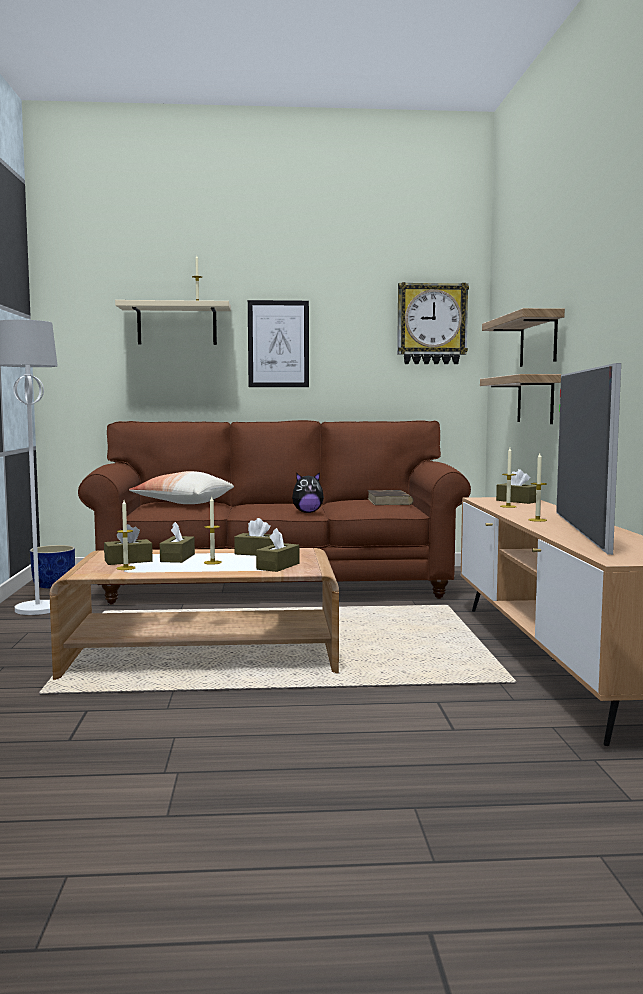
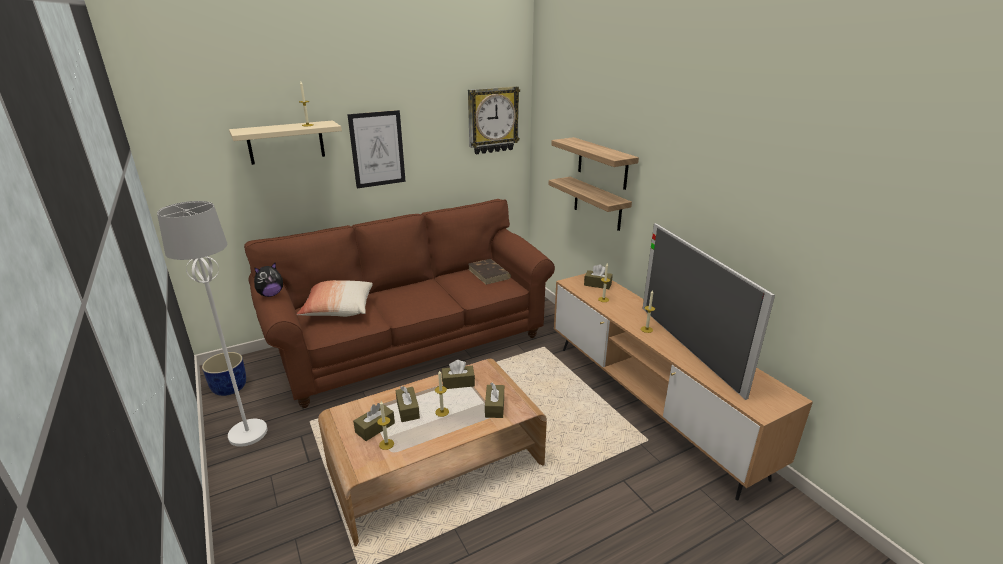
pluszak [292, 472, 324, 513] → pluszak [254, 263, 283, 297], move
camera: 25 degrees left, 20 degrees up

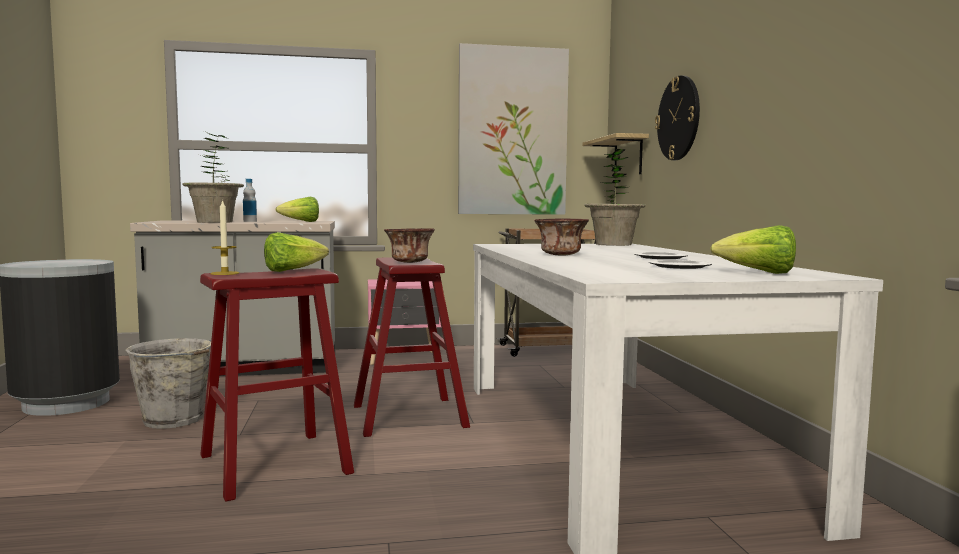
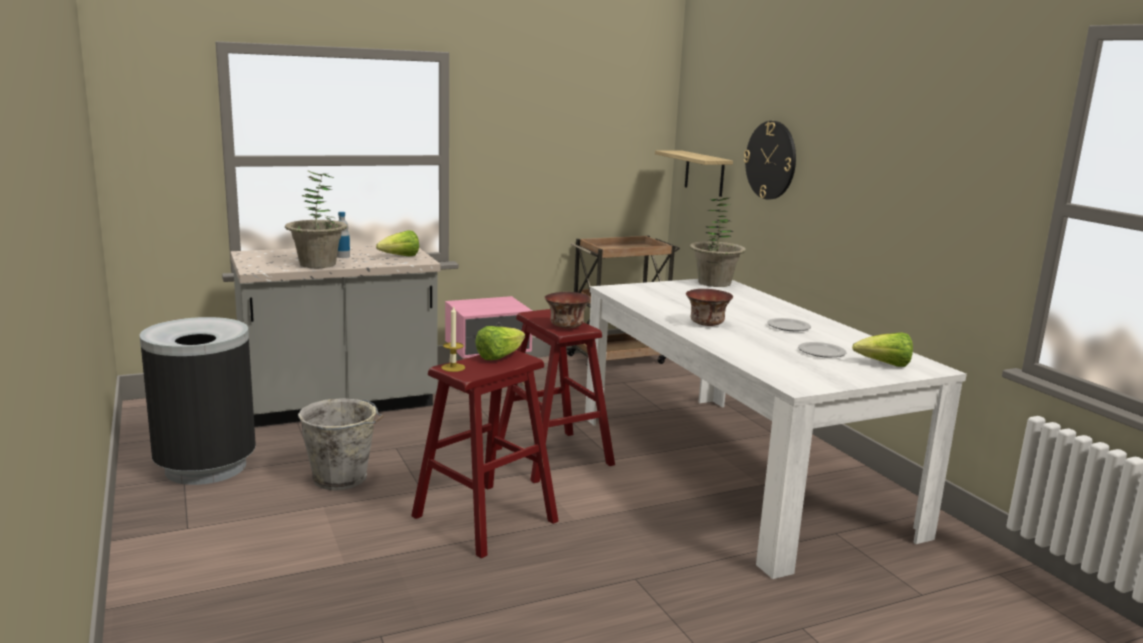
obraz [458, 43, 569, 215] → -
camera: 15 degrees left, 10 degrees up

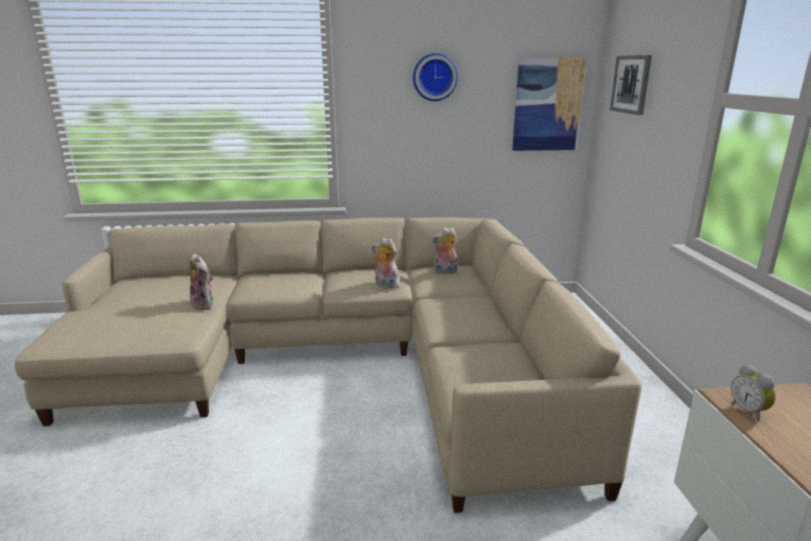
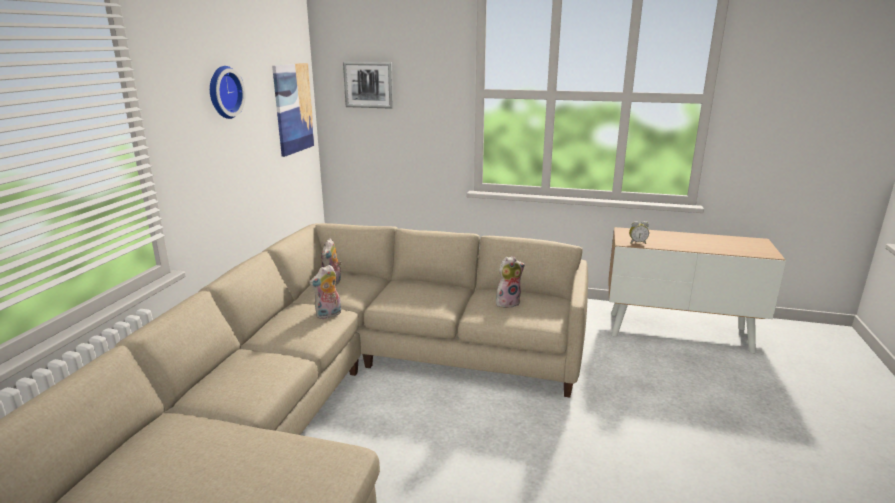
pluszak [189, 253, 213, 310] → pluszak [496, 256, 525, 308], move
camera: 70 degrees left, 0 degrees up

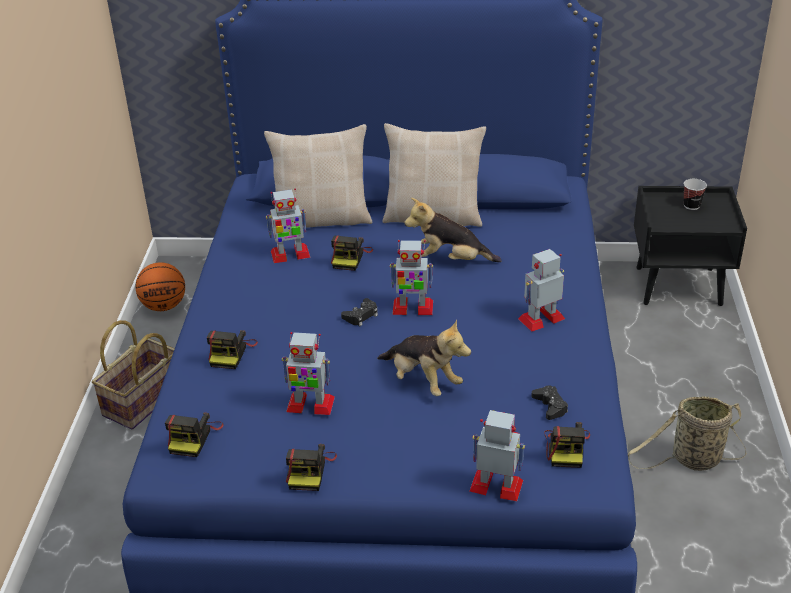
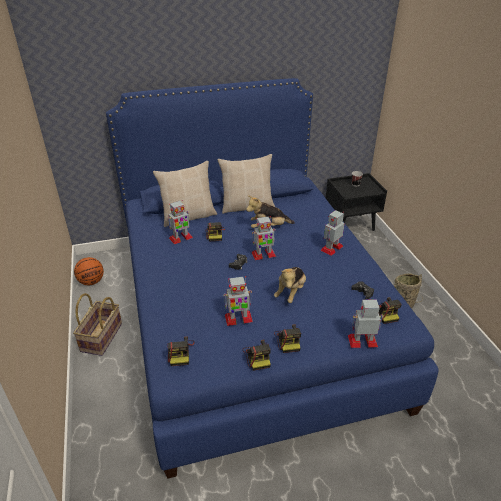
pluszak [377, 319, 471, 396] → pluszak [274, 267, 306, 303], 90 degrees clockwise
aparat fotograficzny [207, 330, 258, 369] → aparat fotograficzny [274, 324, 301, 353], move
camera: 20 degrees left, 0 degrees up

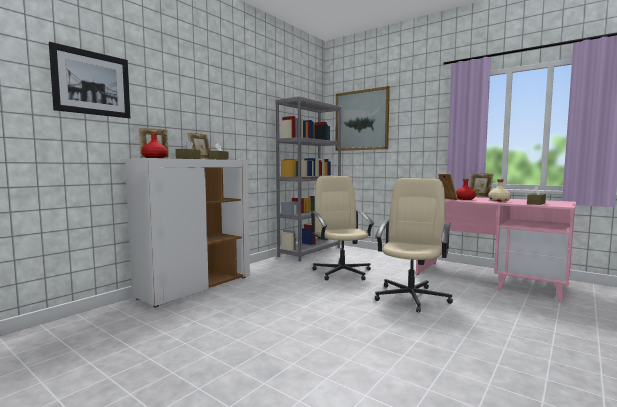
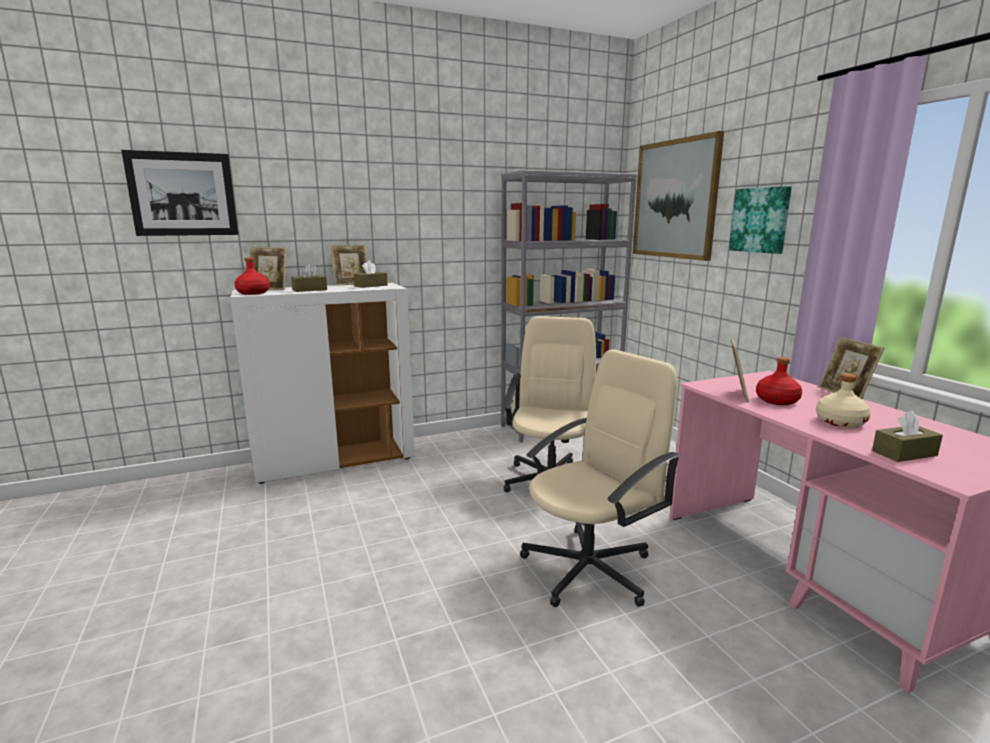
- → obraz [729, 186, 792, 254]
camera: 30 degrees right, 10 degrees up

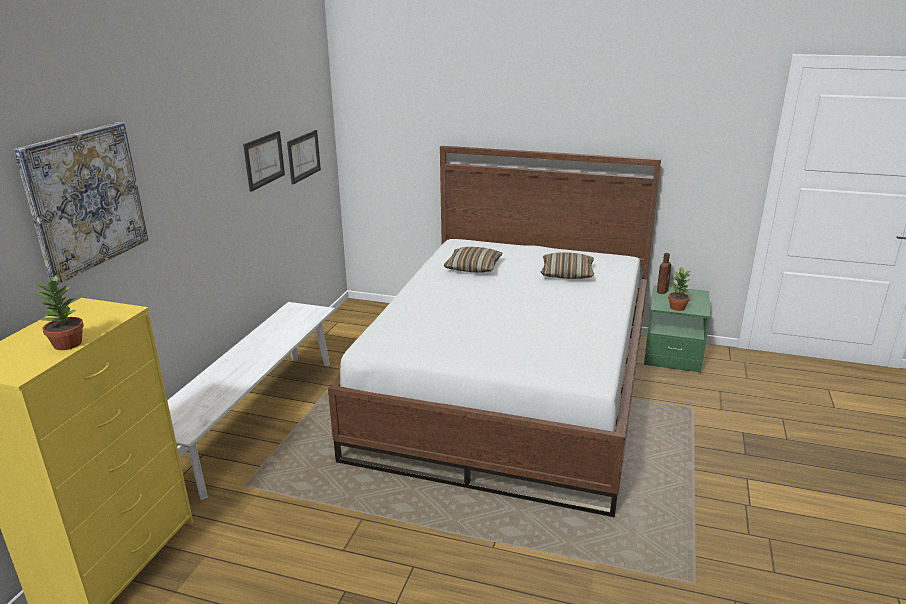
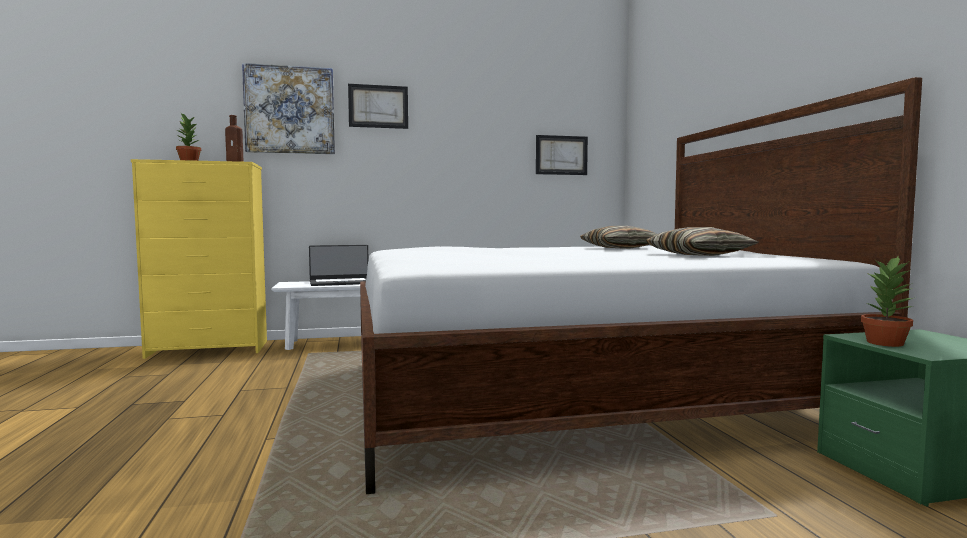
obraz [243, 131, 285, 192] → obraz [348, 84, 408, 129], move
butelka [brązowy] [657, 253, 671, 294] → butelka [brązowy] [225, 115, 243, 162], move
- → laptop [309, 245, 368, 286]
camera: 60 degrees right, 20 degrees down

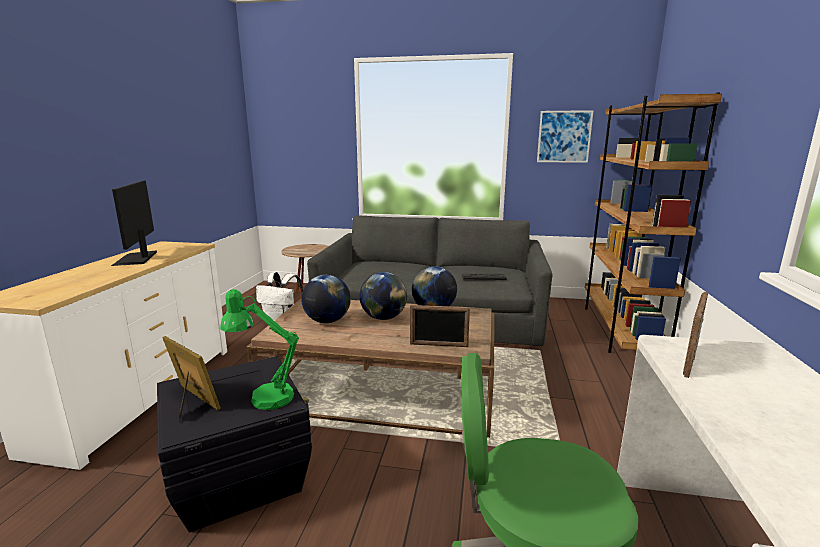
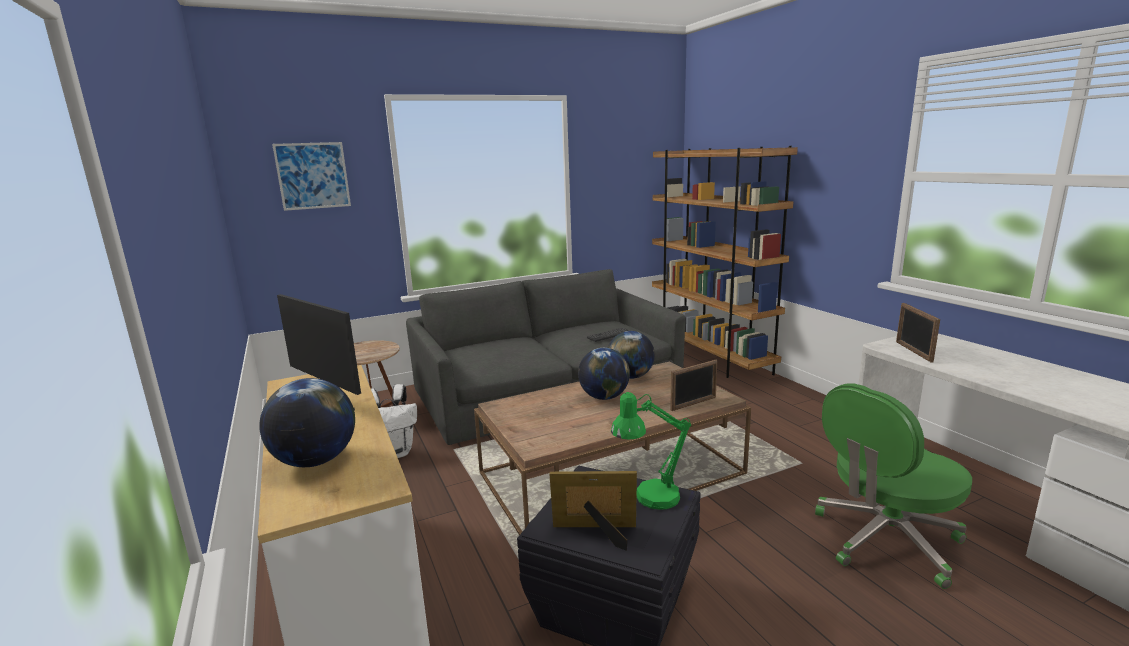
obraz [537, 110, 594, 163] → obraz [272, 142, 351, 211], move
globus [301, 275, 351, 323] → globus [259, 378, 355, 467], move
camera: 35 degrees left, 0 degrees up

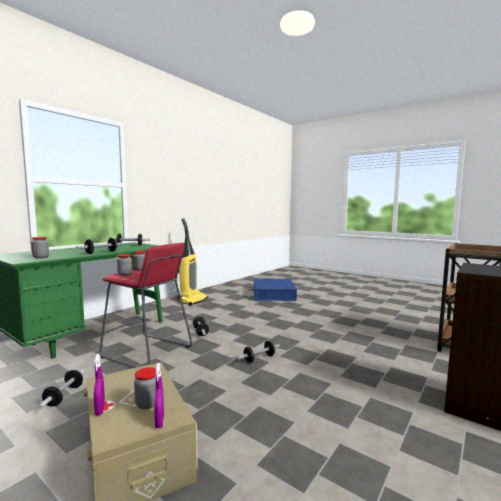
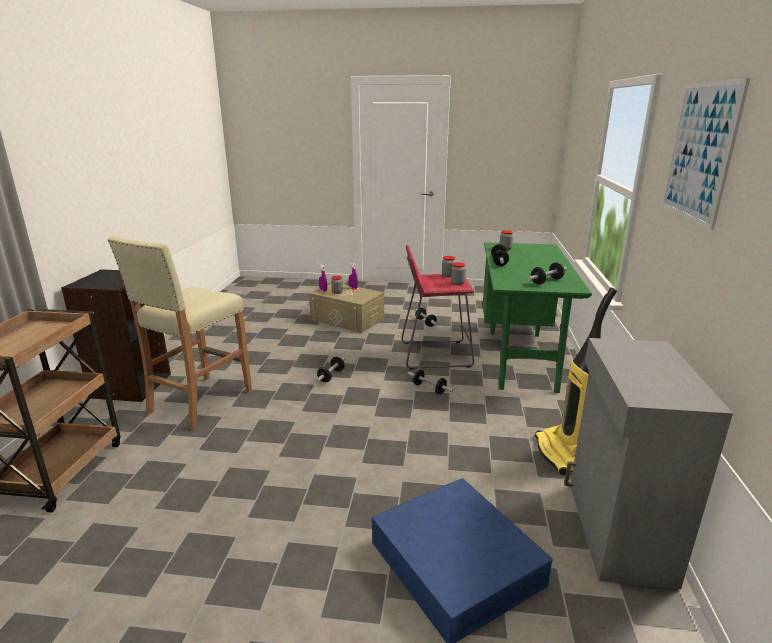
- → obraz [661, 78, 750, 230]
- → stołek [beżowy] [107, 236, 252, 430]
- → szafka [szary] [564, 338, 733, 589]
camera: 150 degrees right, 15 degrees up

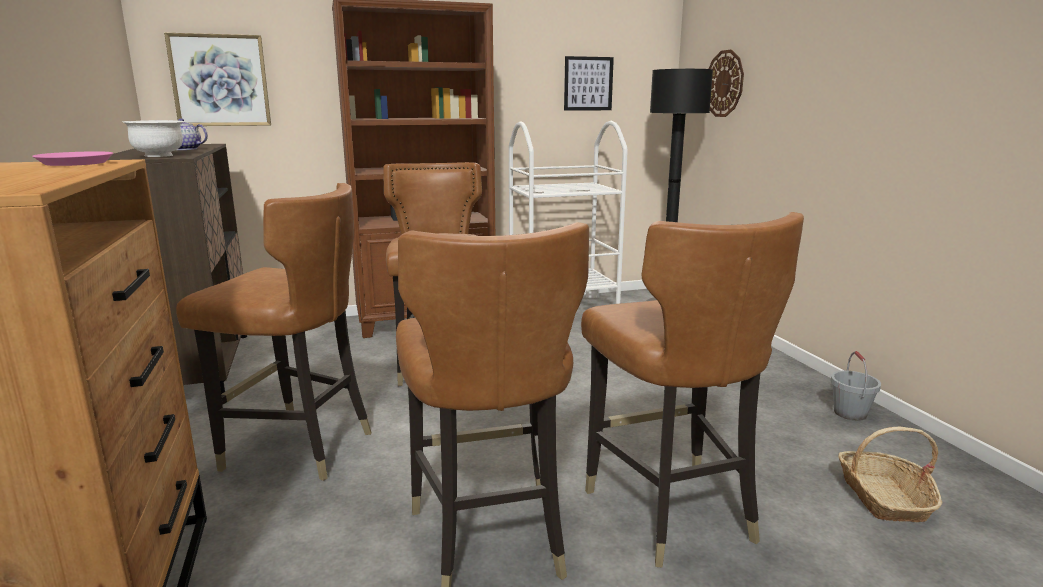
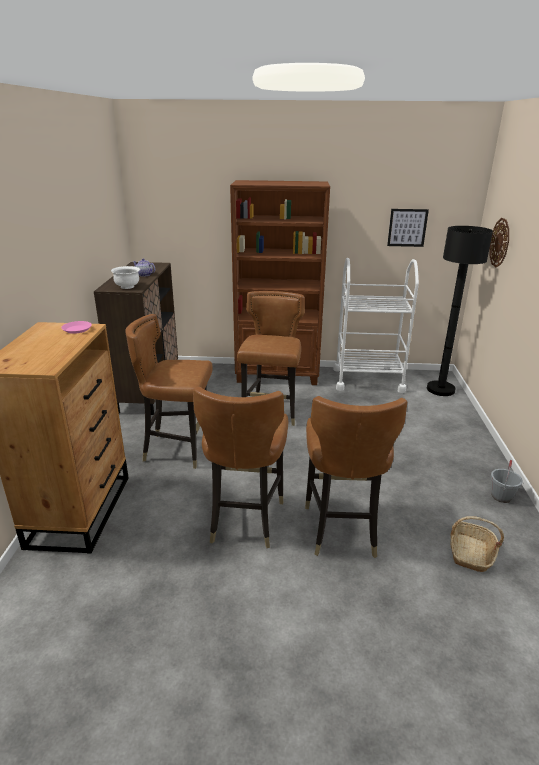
obraz [164, 33, 271, 126] → -
krzesło [brązowy] [176, 183, 371, 481] → krzesło [brązowy] [125, 314, 213, 469], 150 degrees clockwise
camera: 20 degrees right, 10 degrees up

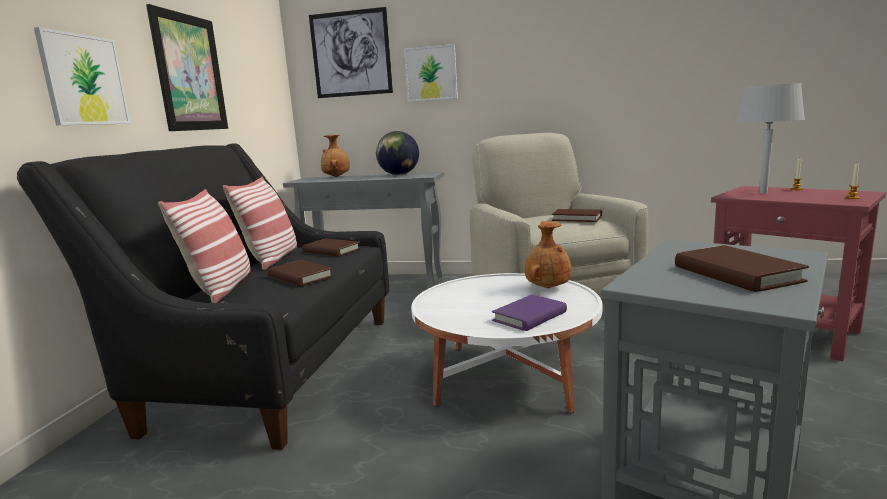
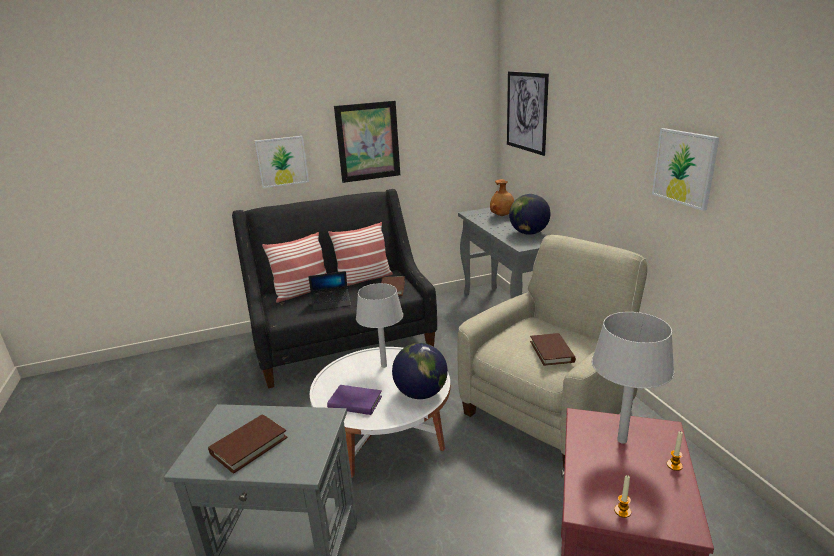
obraz [404, 44, 458, 102] → obraz [652, 128, 719, 211], move
wazon [brązowy] [525, 221, 571, 288] → globus [392, 343, 448, 399]
książka [brązowy] [268, 260, 334, 286] → laptop [308, 271, 351, 311]
- → lampa stołowa [szary] [356, 283, 403, 368]
camera: 60 degrees right, 10 degrees up

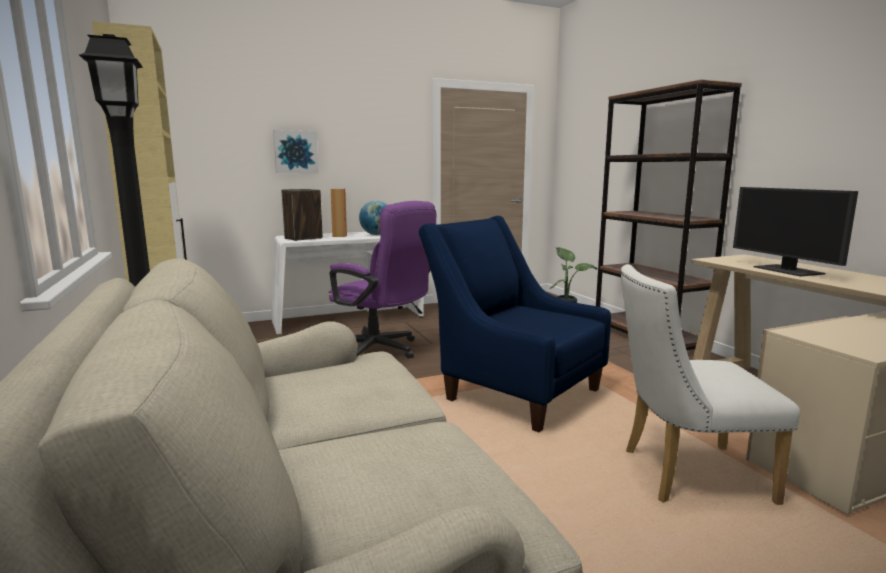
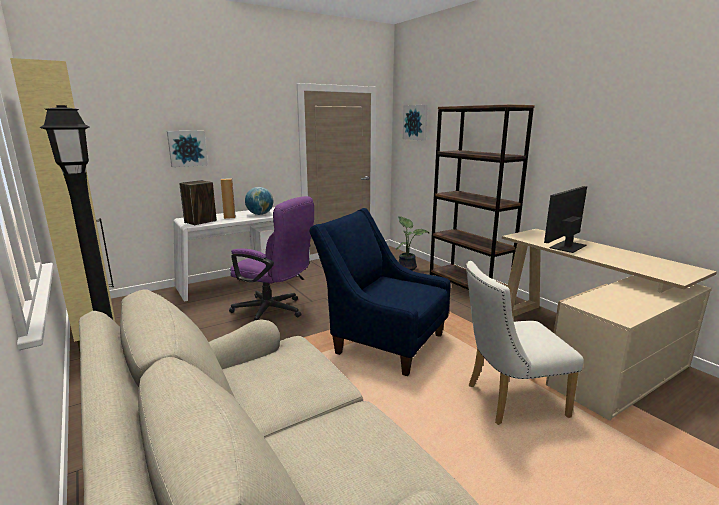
monitor [733, 187, 858, 277] → monitor [544, 186, 587, 253], 75 degrees clockwise
- → obraz [403, 105, 428, 141]
camera: 10 degrees left, 5 degrees up

